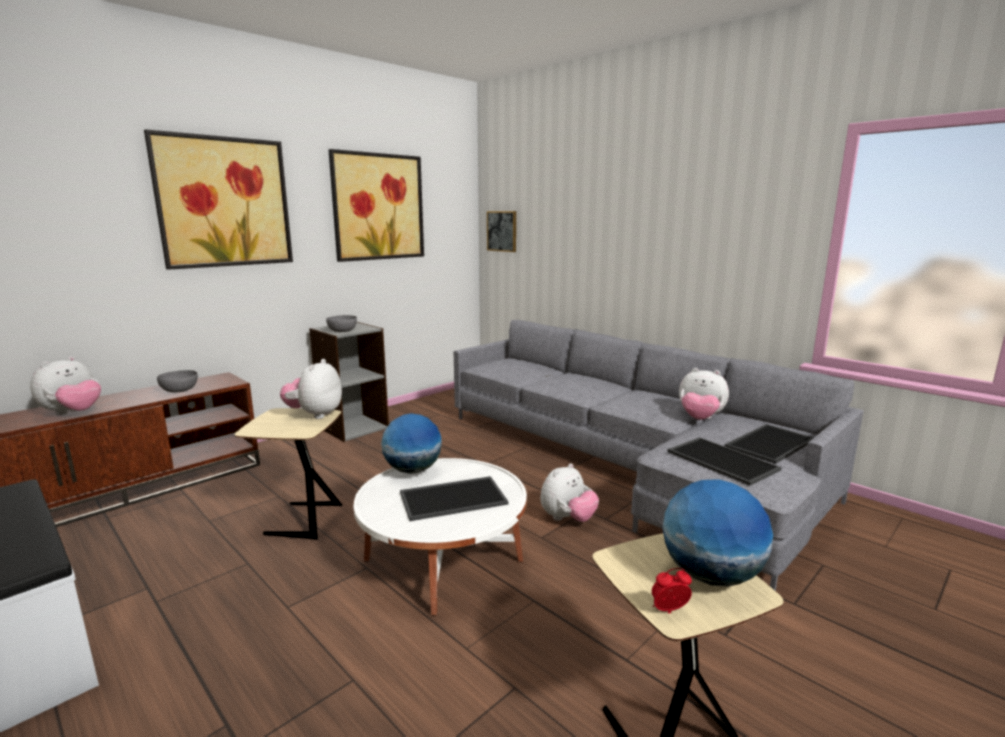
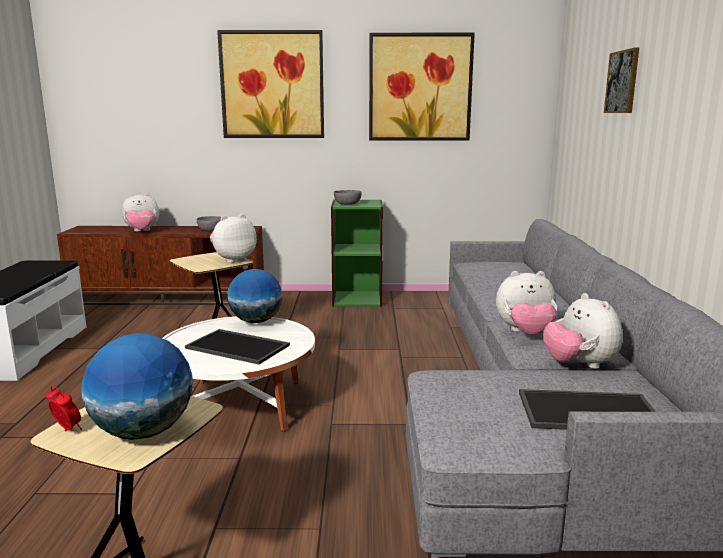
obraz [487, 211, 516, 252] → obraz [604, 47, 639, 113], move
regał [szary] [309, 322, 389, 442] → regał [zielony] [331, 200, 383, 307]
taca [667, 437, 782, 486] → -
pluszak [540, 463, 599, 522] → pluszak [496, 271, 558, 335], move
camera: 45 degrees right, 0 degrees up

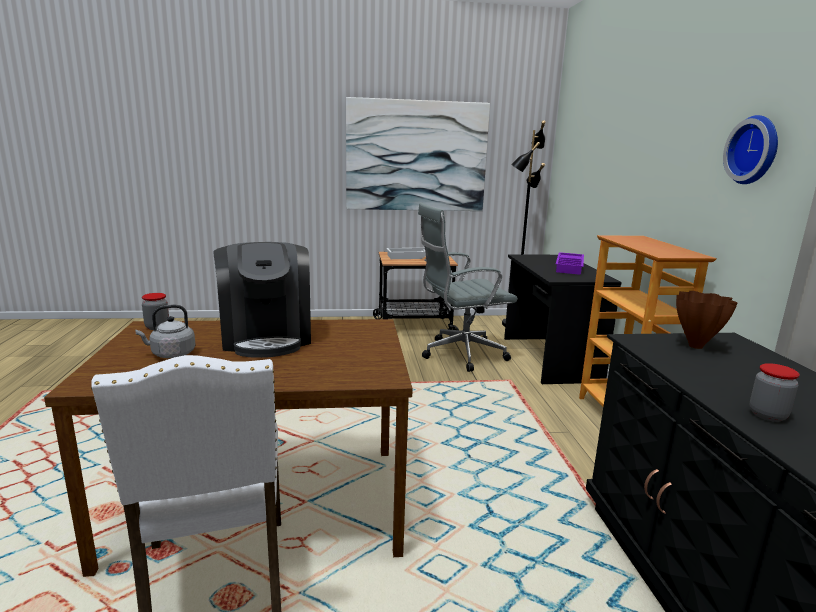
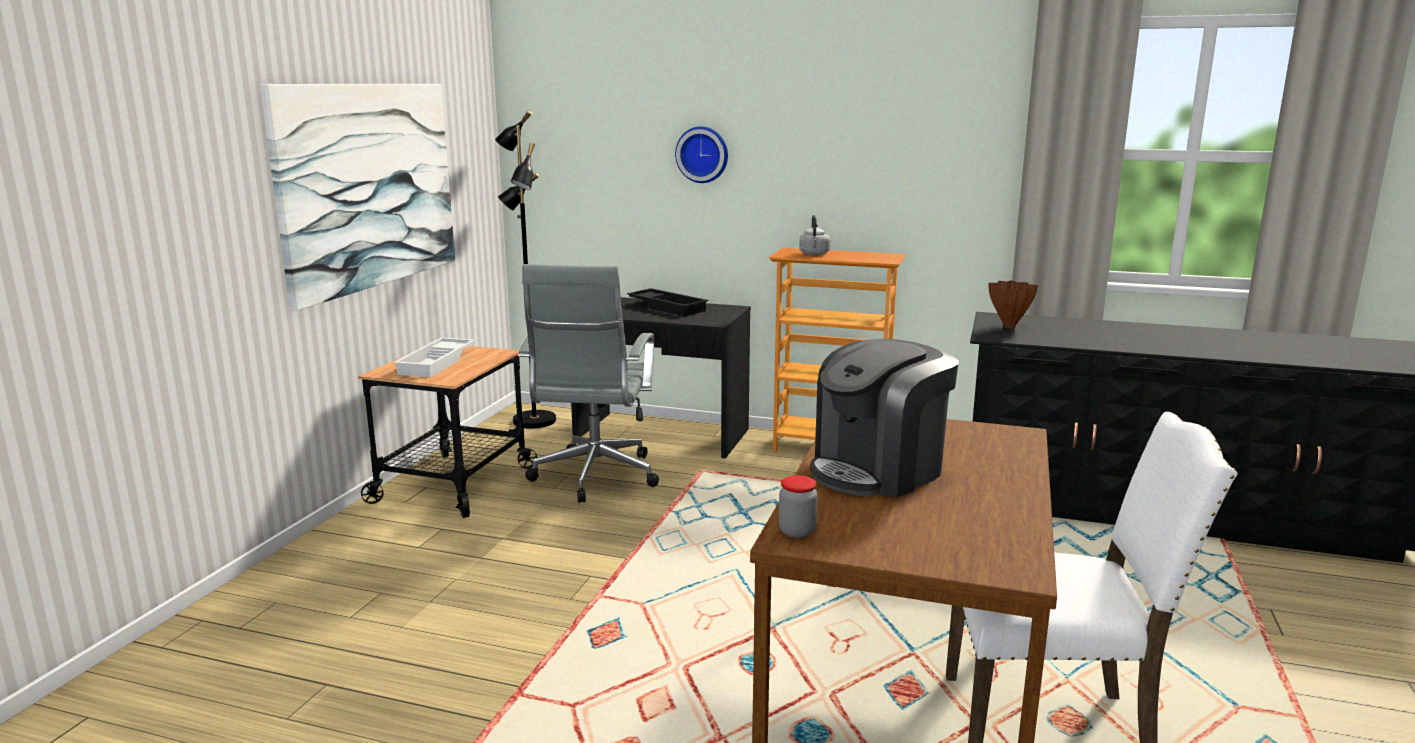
zegar ścienny [723, 115, 778, 184] → zegar ścienny [675, 126, 728, 183], move
ekspres do kawy [213, 242, 311, 358] → ekspres do kawy [810, 339, 959, 498], 135 degrees clockwise
taca [fioletowy] [555, 252, 584, 275] → taca [czarny] [627, 288, 709, 316]
czajnik [szary] [135, 305, 196, 358] → czajnik [szary] [799, 215, 831, 255], move
słoik [750, 363, 800, 422] → -
camera: 65 degrees left, 0 degrees up

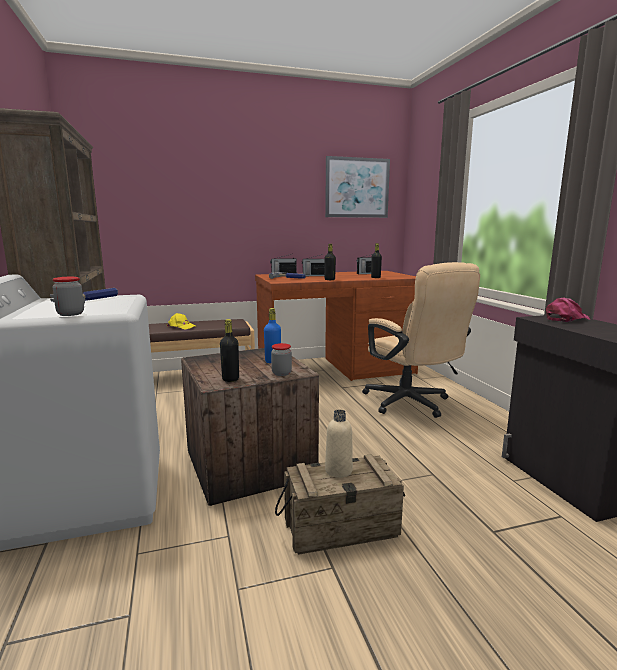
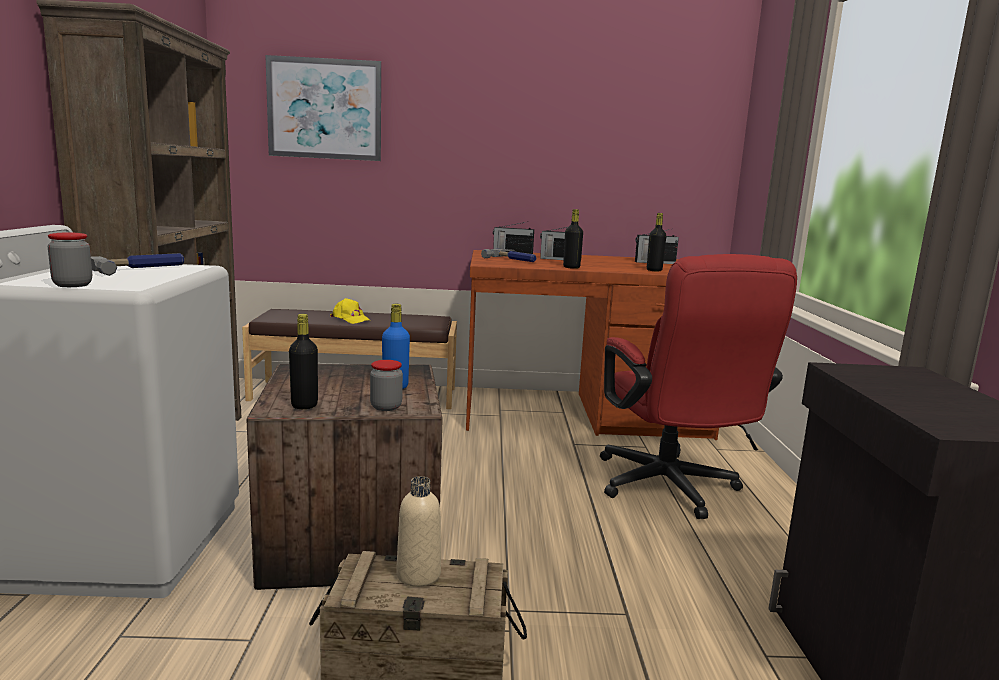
obraz [325, 156, 390, 218] → obraz [265, 55, 381, 161], move
krzesło biurowe [beżowy] [362, 262, 480, 418] → krzesło biurowe [czerwony] [600, 254, 797, 519]
czapka z daszkiem [różowy] [546, 297, 590, 322] → -
camera: 15 degrees right, 0 degrees up

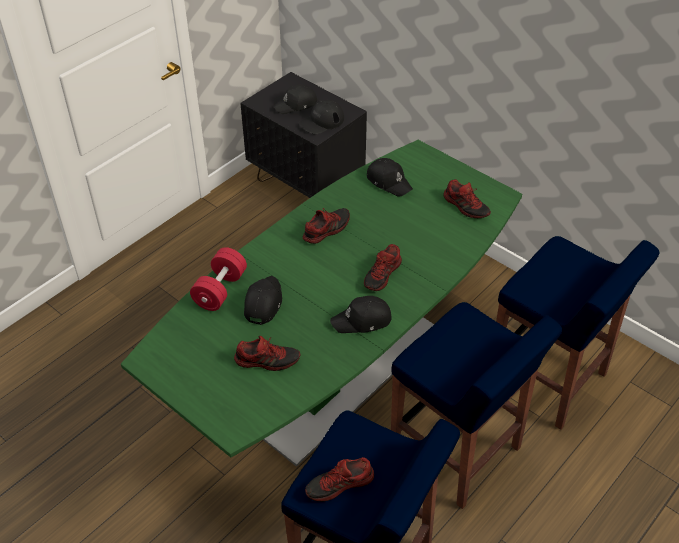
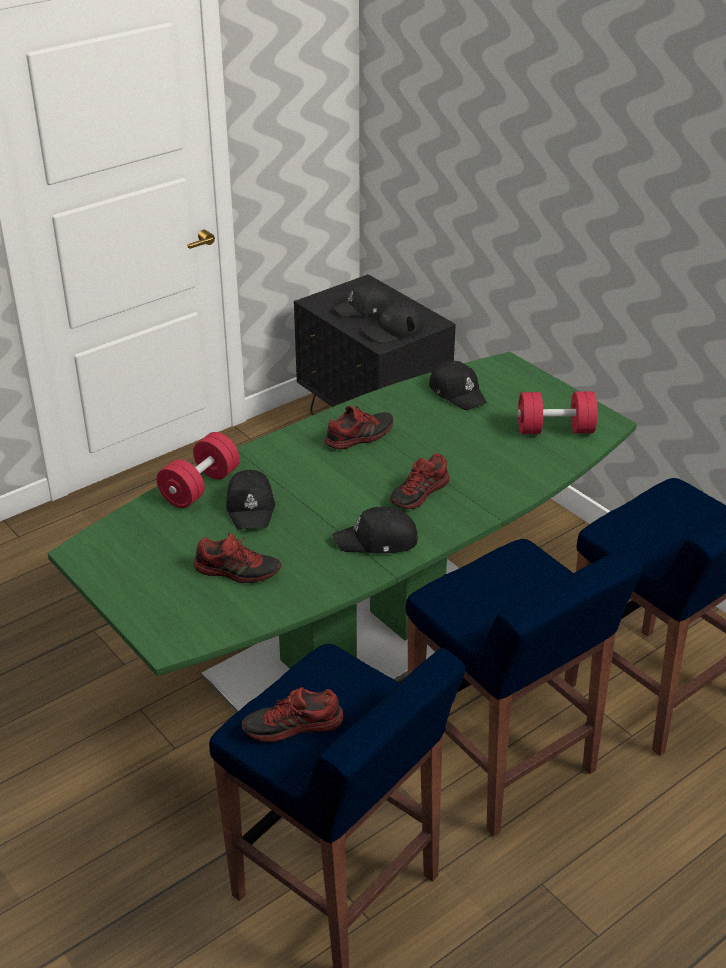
but [444, 179, 491, 218] → hantel [czerwony] [518, 391, 597, 434]
czapka z daszkiem [czarny] [244, 276, 282, 325] → czapka z daszkiem [czarny] [226, 470, 275, 530], 150 degrees clockwise
camera: 10 degrees right, 10 degrees down

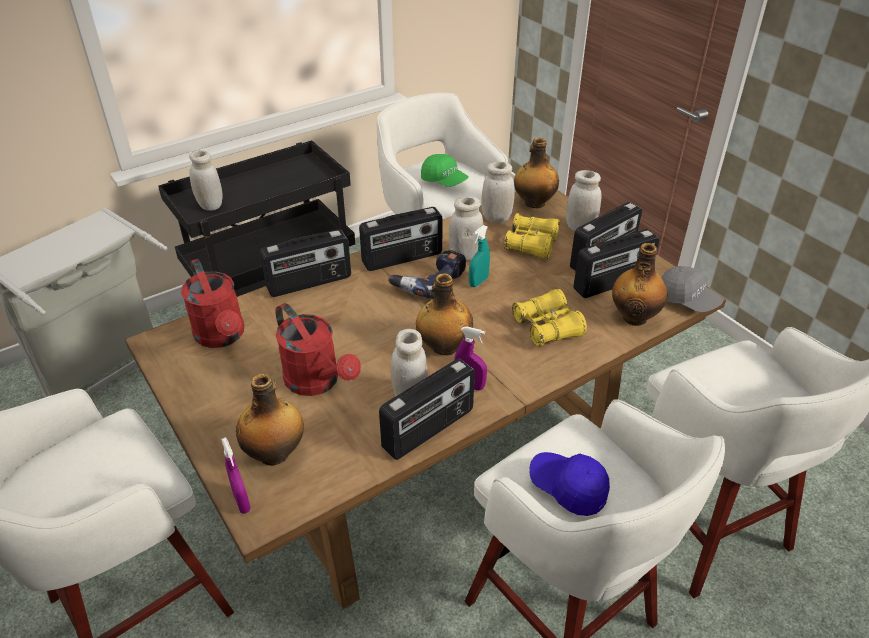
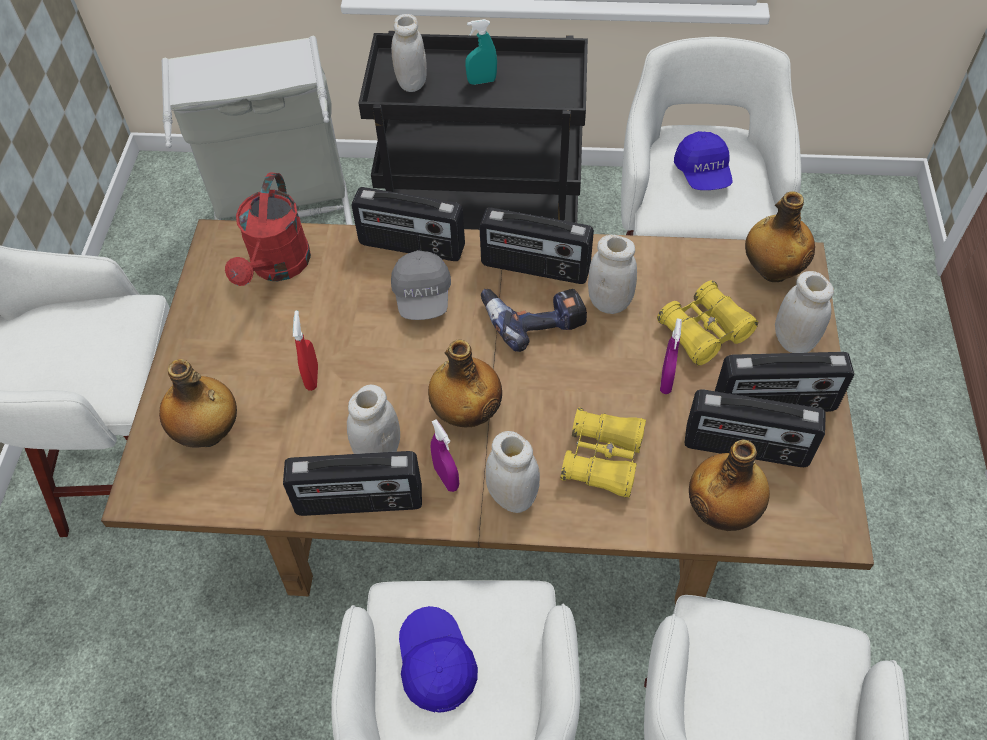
czapka z daszkiem [zielony] [421, 154, 469, 187] → czapka z daszkiem [niebieski] [674, 131, 732, 190]
słoik [biały] [481, 162, 515, 223] → słoik [biały] [486, 431, 540, 513], move
spryskiwacz [turkusowy] [469, 225, 490, 287] → spryskiwacz [turkusowy] [465, 19, 497, 85], move
czapka z daszkiem [szary] [661, 266, 723, 313] → czapka z daszkiem [szary] [391, 250, 451, 320], move
konewka [czerwony] [275, 303, 361, 396] → spryskiwacz [czerwony] [293, 311, 318, 391]
spryskiwacz [fioletowy] [221, 437, 251, 514] → spryskiwacz [fioletowy] [660, 318, 682, 394], move
camera: 40 degrees right, 15 degrees up

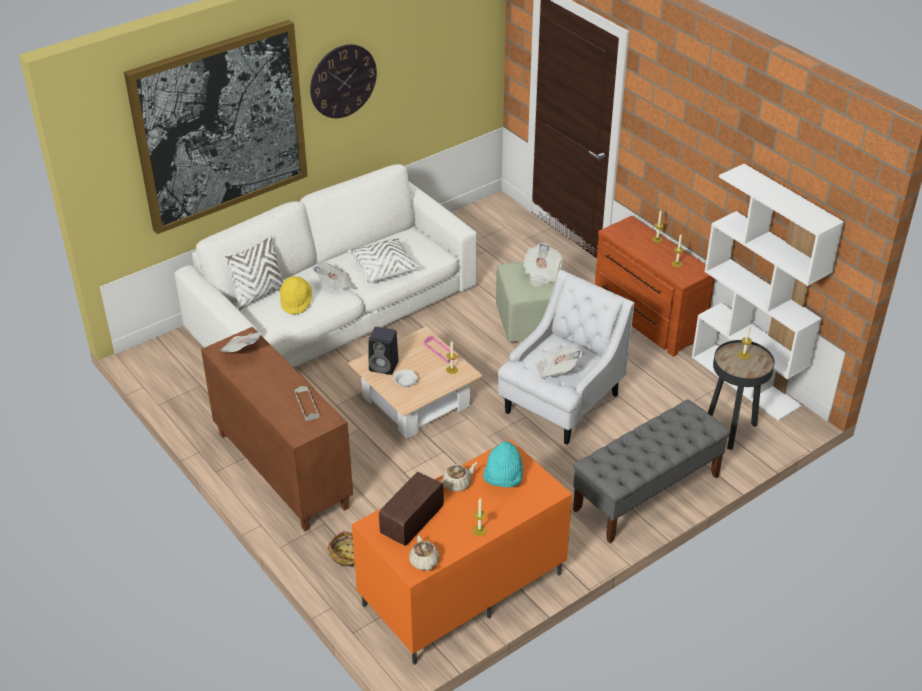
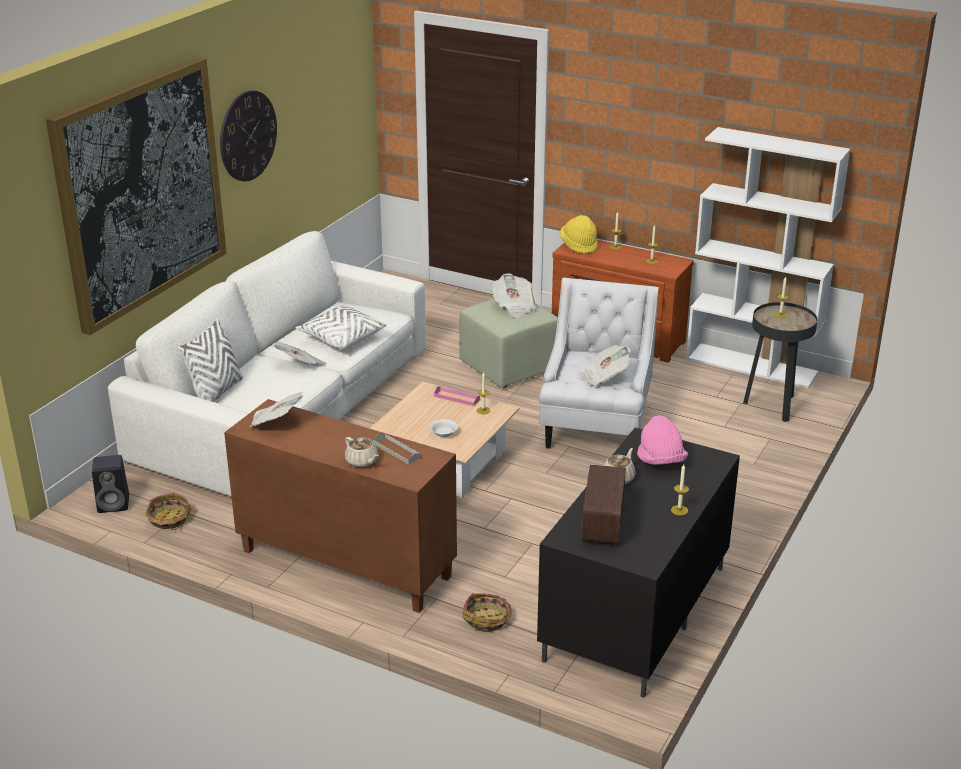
kapelusz [żółty] [280, 276, 312, 314] → kapelusz [żółty] [560, 215, 598, 254], move
głośnik [czarny] [368, 327, 399, 375] → głośnik [czarny] [92, 455, 129, 513], move
ławka [szary] [573, 399, 730, 543] → -
szafka pod telewizor [pomarańczowy] [352, 439, 572, 665] → szafka pod telewizor [czarny] [537, 428, 740, 698]
kapelusz [turkusowy] [483, 441, 523, 487] → kapelusz [różowy] [637, 415, 688, 465]
imbryk [beżowy] [409, 535, 439, 571] → imbryk [beżowy] [345, 437, 379, 468], move
- → koszyk [145, 493, 191, 530]
camera: 25 degrees left, 10 degrees down

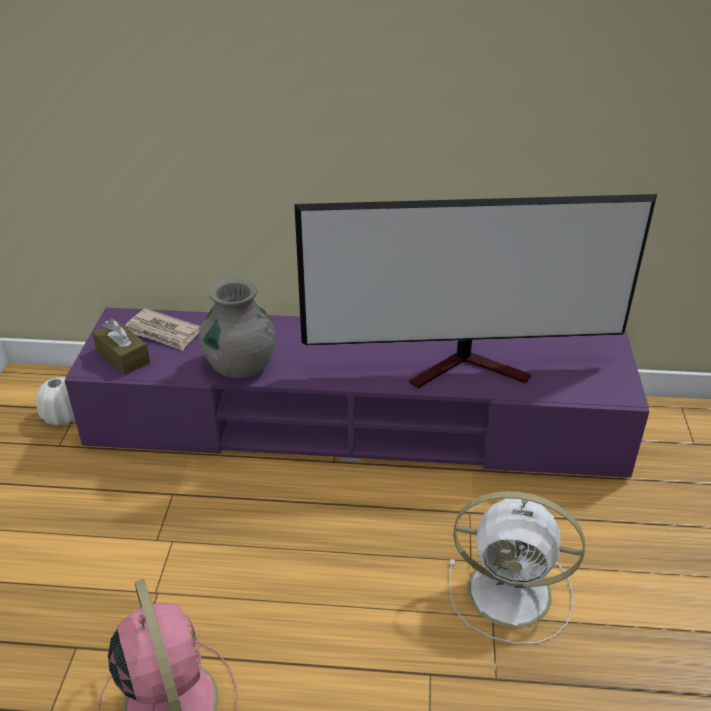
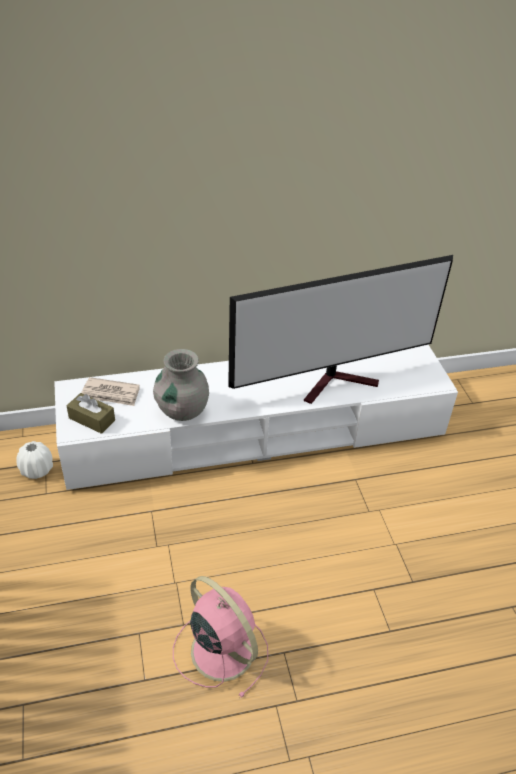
szafka pod telewizor [fioletowy] [64, 308, 650, 478] → szafka pod telewizor [biały] [54, 345, 458, 490]
wentylator [biały] [449, 491, 585, 644] → -
camera: 20 degrees left, 5 degrees up

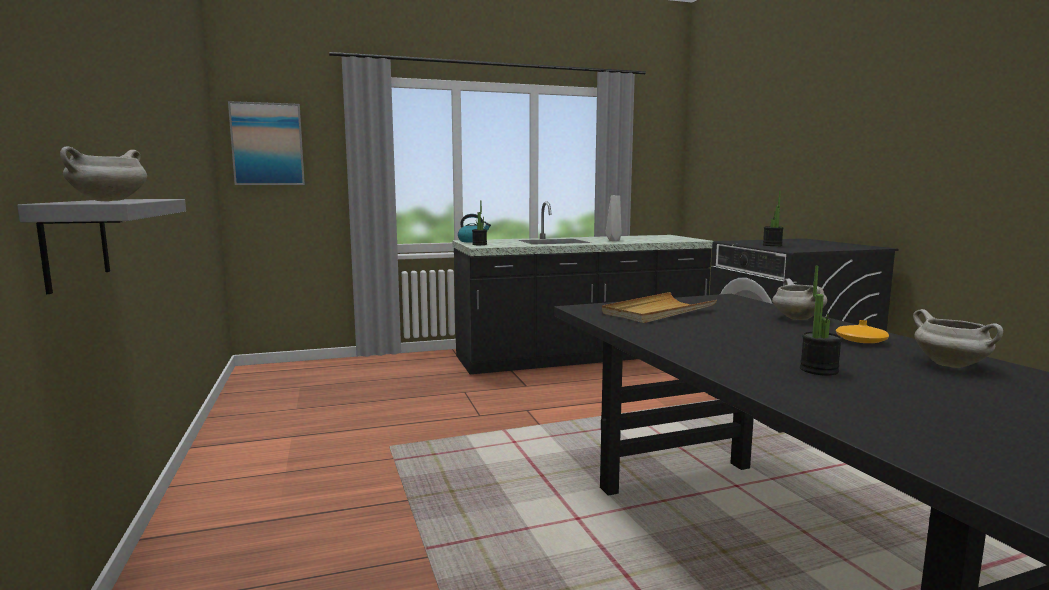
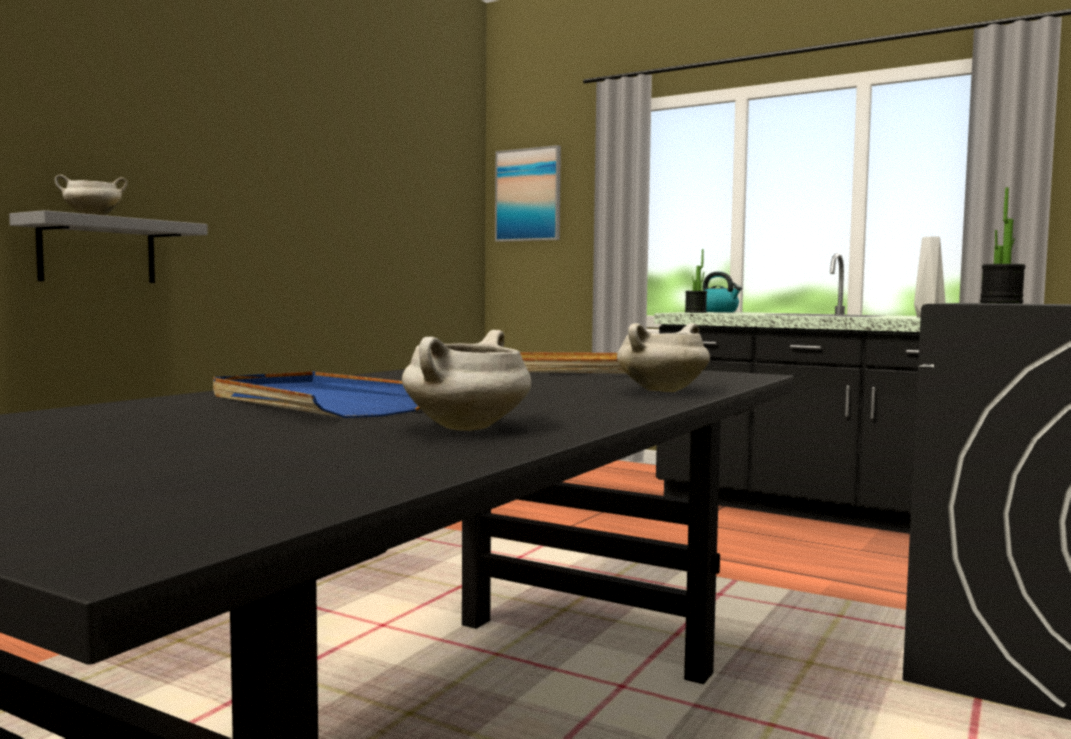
roślina doniczkowa [800, 266, 842, 376] → taca [niebieski] [213, 371, 420, 418]
wazon [pomarańczowy] [836, 320, 889, 343] → -
camera: 50 degrees right, 5 degrees down

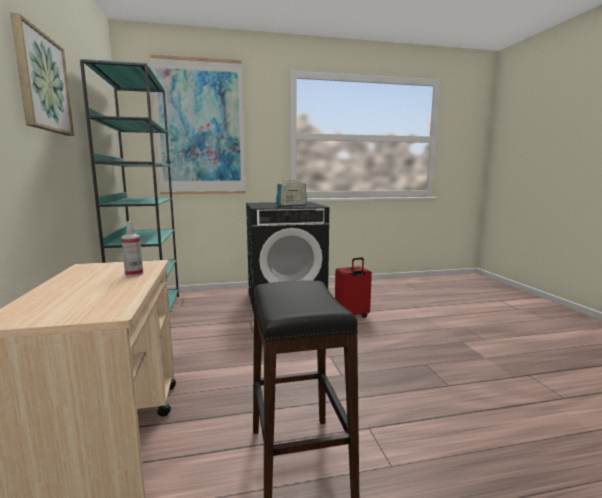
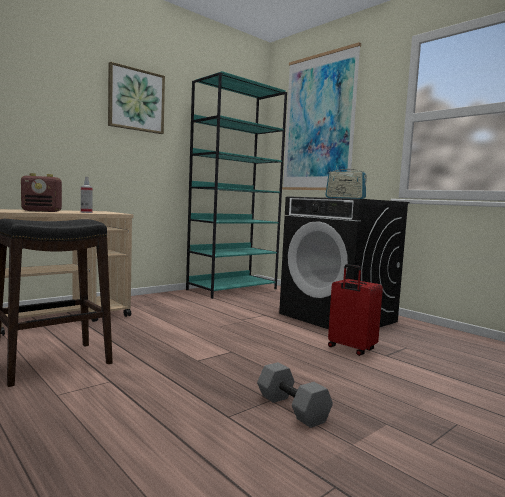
- → radio [21, 173, 62, 212]
- → hantel [szary] [257, 362, 333, 428]
camera: 60 degrees right, 5 degrees down

